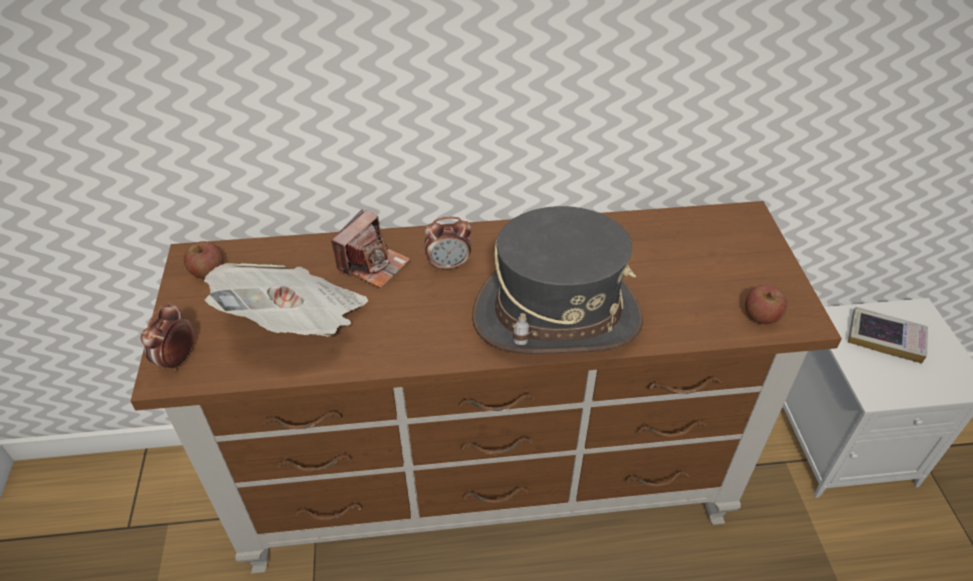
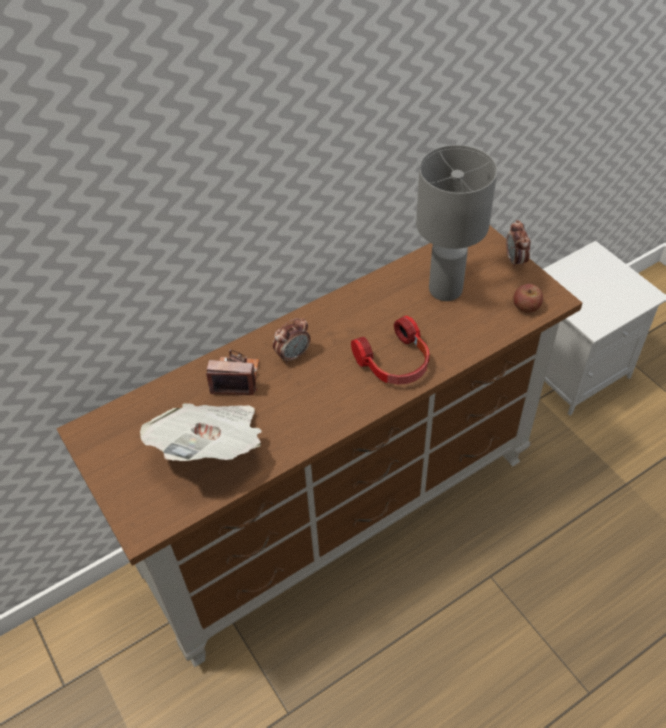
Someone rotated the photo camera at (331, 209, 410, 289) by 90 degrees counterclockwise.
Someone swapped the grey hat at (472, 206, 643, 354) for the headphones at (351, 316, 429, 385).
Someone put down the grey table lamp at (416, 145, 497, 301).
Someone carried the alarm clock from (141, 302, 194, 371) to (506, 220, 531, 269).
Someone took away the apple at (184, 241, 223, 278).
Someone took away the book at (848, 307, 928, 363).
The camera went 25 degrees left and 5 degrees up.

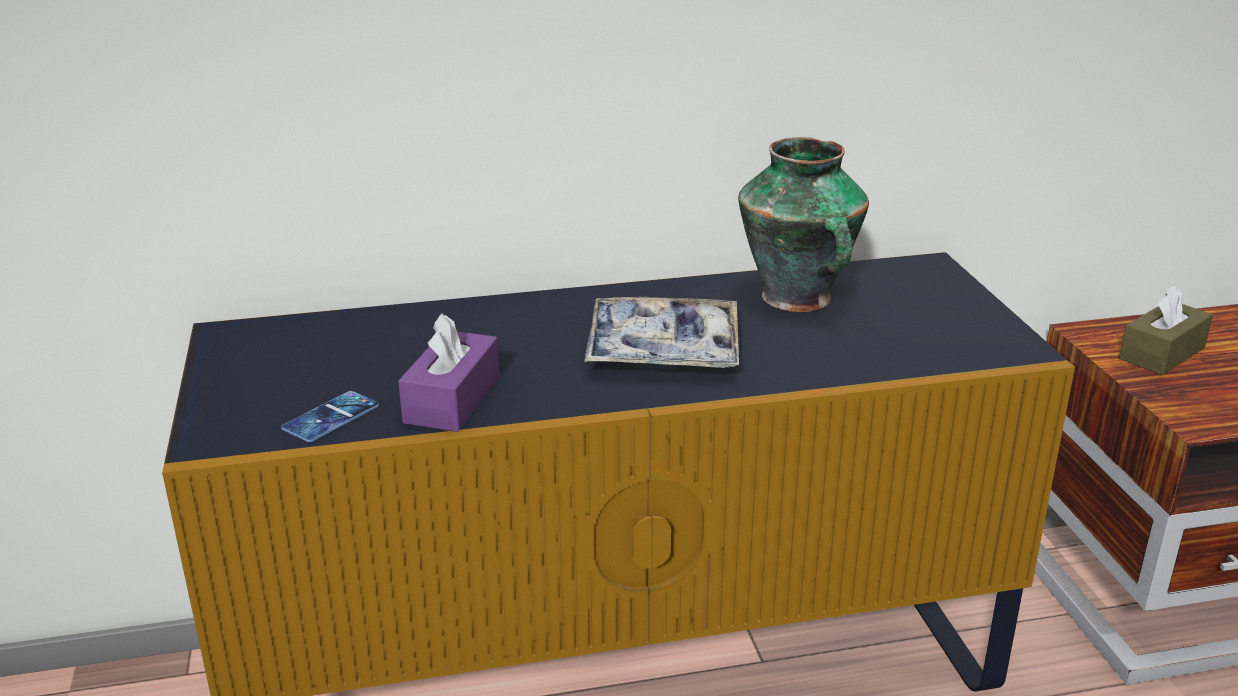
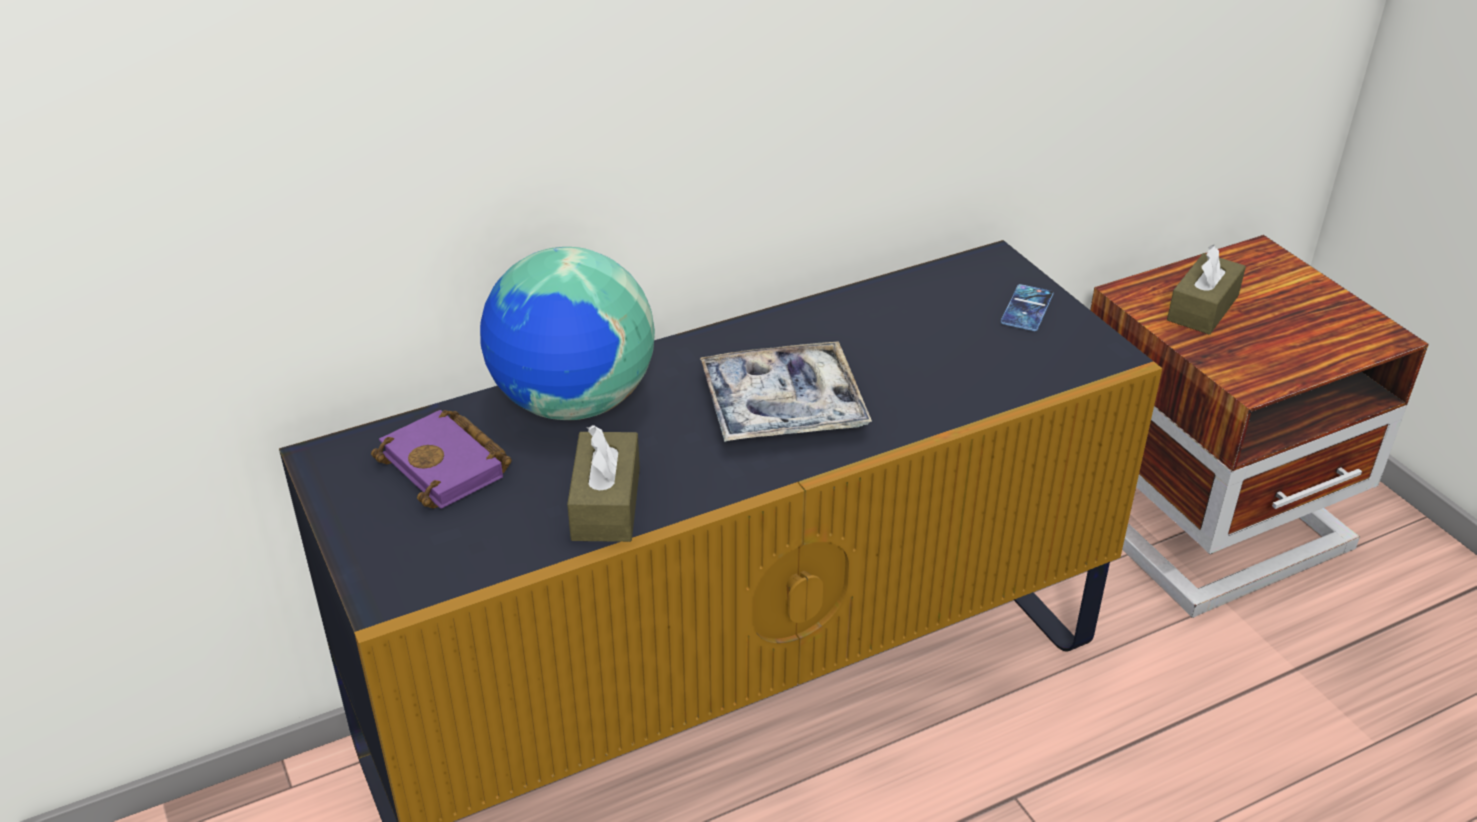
Someone put down the purple book at (371, 410, 512, 509).
Someone put down the globe at (480, 247, 655, 420).
Someone repainted the purple tissue box at (398, 313, 499, 432), which became the brown tissue box at (567, 425, 640, 542).
Someone carried the phone from (281, 391, 379, 442) to (1001, 284, 1054, 331).
Someone took away the vase at (738, 137, 869, 312).
The camera went 15 degrees left and 10 degrees up.

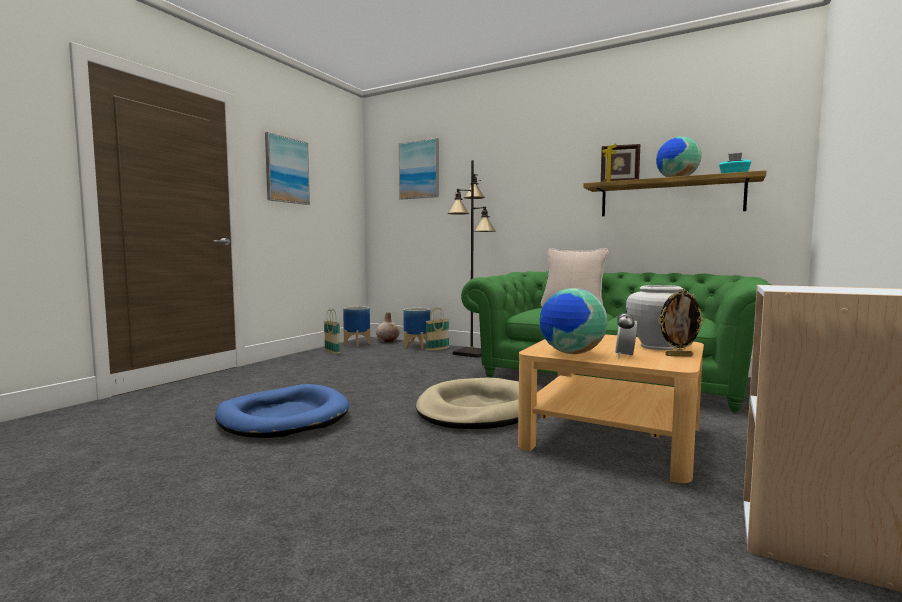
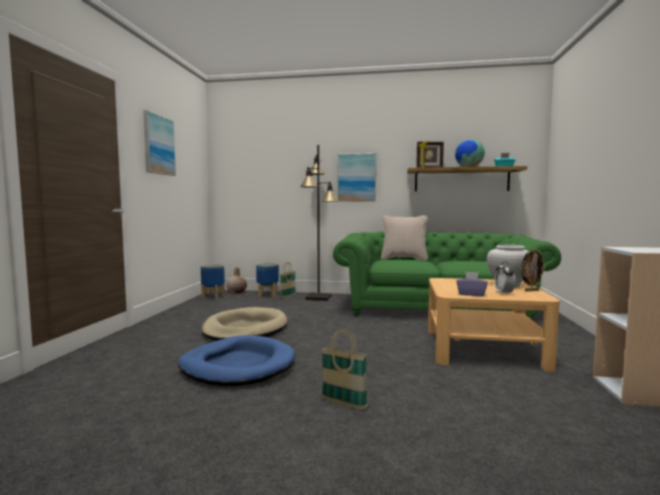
Someone carried the beige dog bed from (416, 378, 519, 429) to (202, 307, 287, 341).
Someone carried the basket from (324, 309, 341, 355) to (321, 329, 368, 410).
Someone carried the picture from (399, 138, 439, 200) to (337, 153, 376, 202).
Someone swapped the globe at (540, 288, 608, 354) for the purple tissue box at (457, 272, 488, 296).
The camera went 20 degrees left and 0 degrees up.

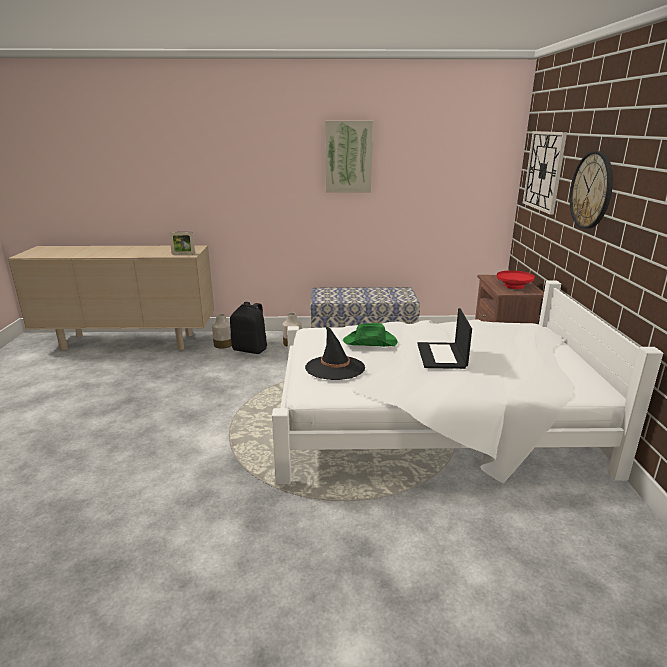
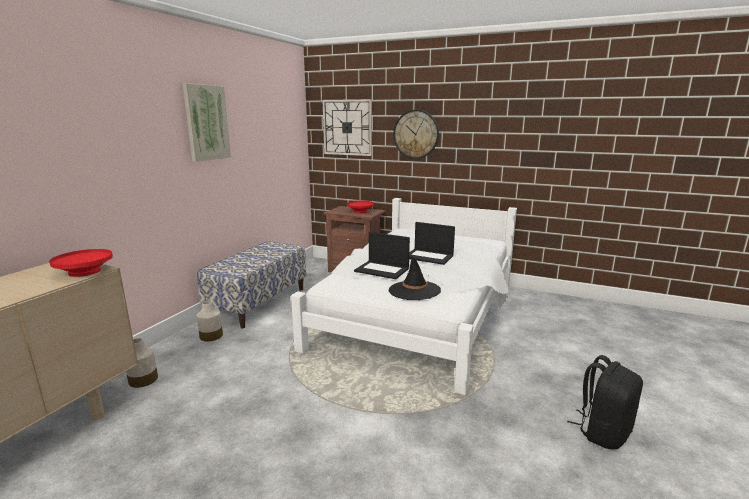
Someone swapped the picture frame at (169, 232, 195, 255) for the red bowl at (49, 249, 113, 277).
Someone swapped the green hat at (343, 323, 398, 347) for the laptop at (354, 232, 410, 279).
Someone carried the black backpack from (230, 302, 267, 354) to (567, 355, 643, 449).
The camera went 65 degrees left and 5 degrees down.

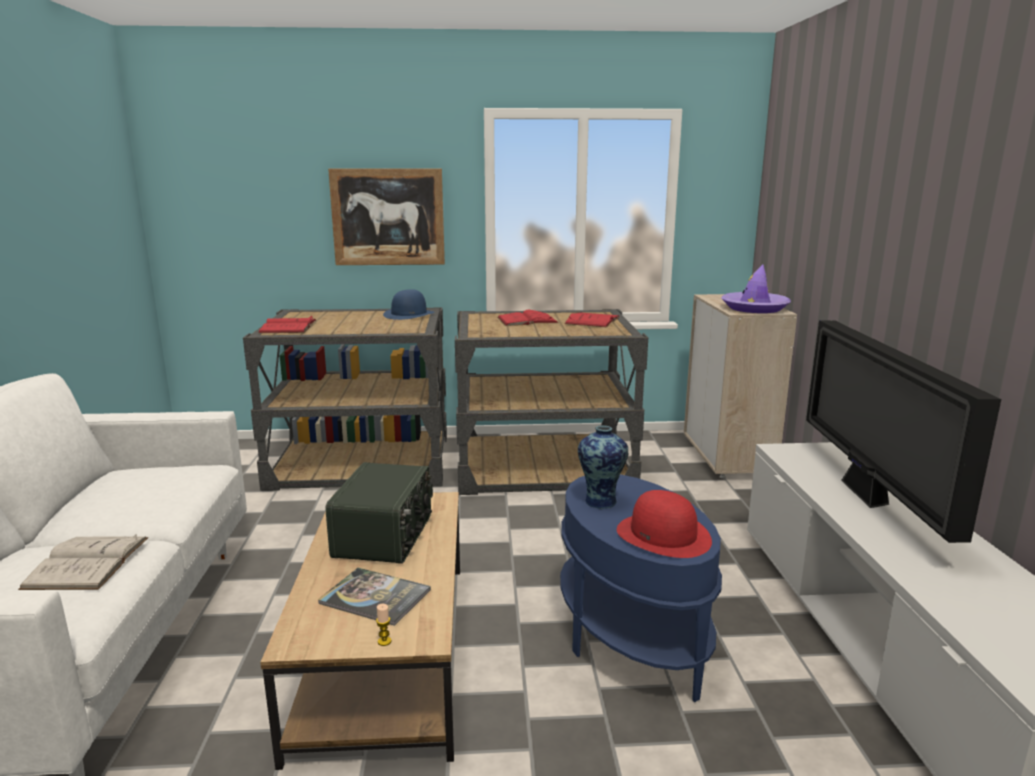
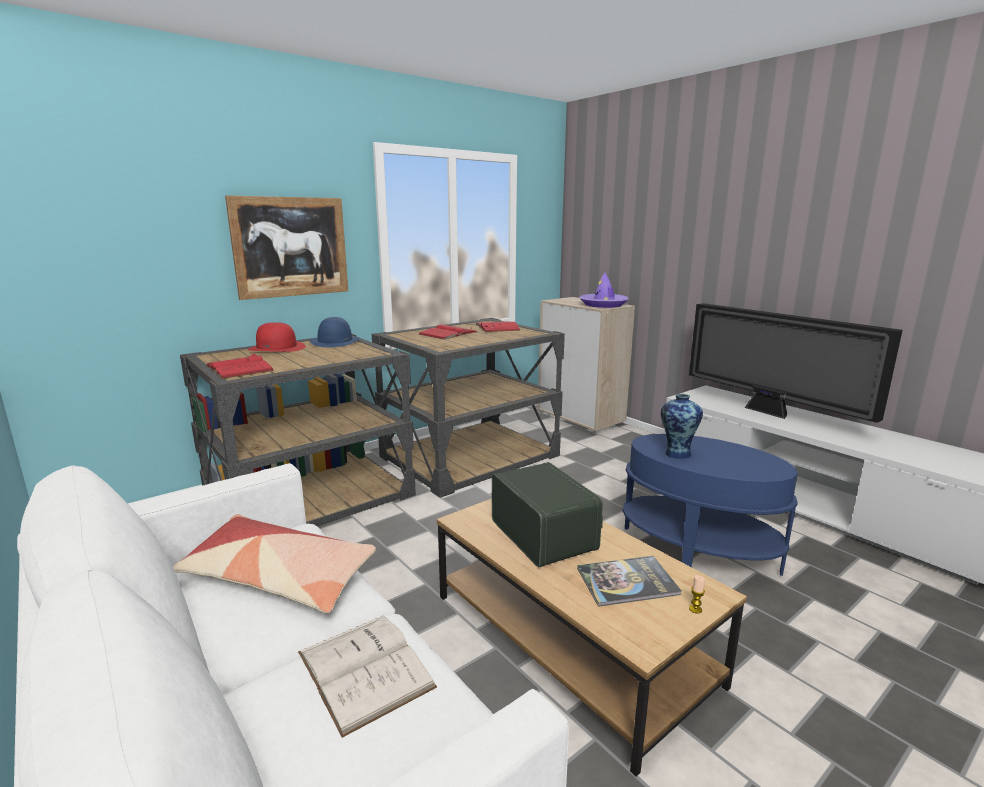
Someone put down the pillow at (173, 514, 376, 613).
Someone carried the red hat from (617, 490, 712, 558) to (248, 322, 306, 352).
The camera went 35 degrees left and 0 degrees up.

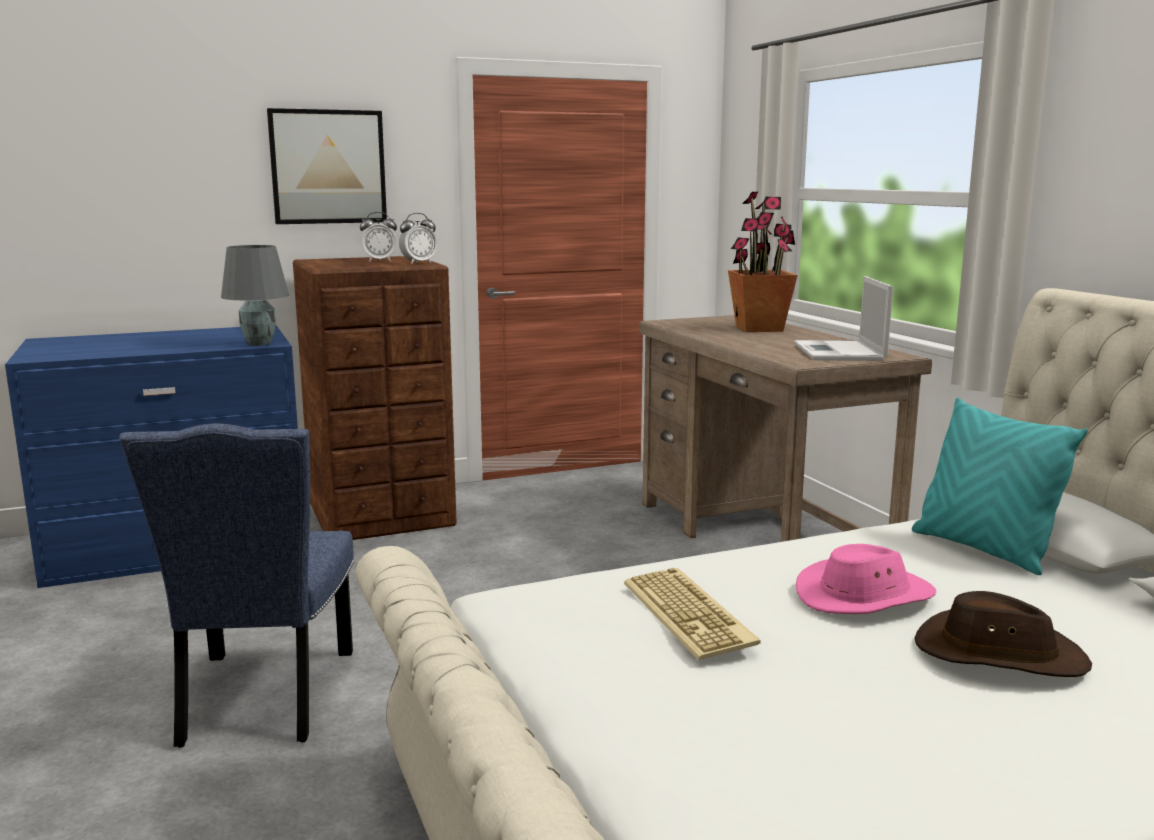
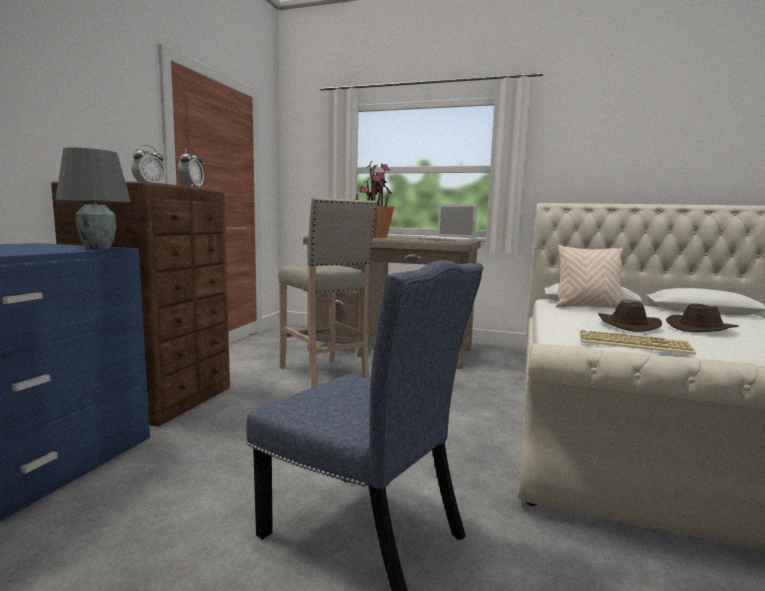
Someone put down the beige stool at (278, 197, 377, 388).
Someone repainted the turquoise pillow at (912, 398, 1088, 575), which became the beige pillow at (556, 245, 623, 309).
Someone repainted the pink hat at (796, 544, 936, 614), which became the brown hat at (599, 301, 662, 332).
Someone took away the picture at (267, 108, 387, 224).
The camera went 50 degrees left and 5 degrees down.

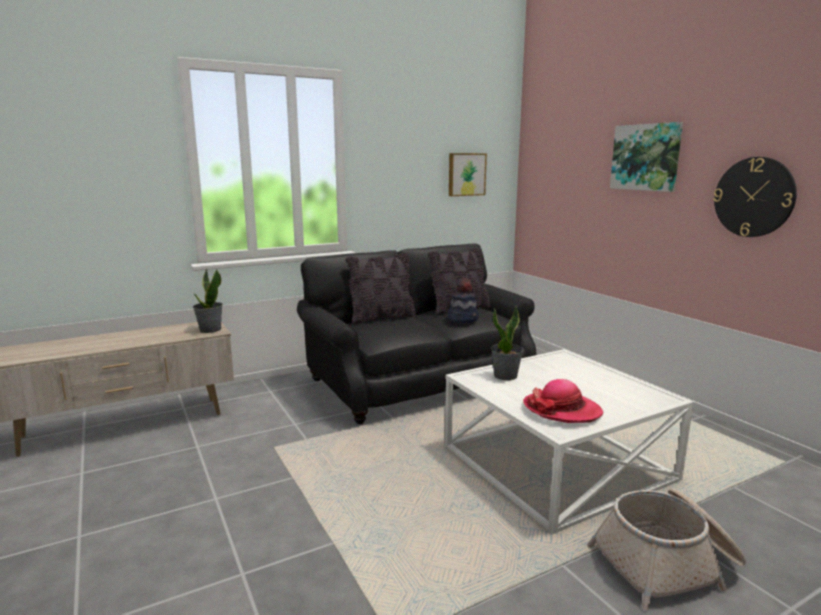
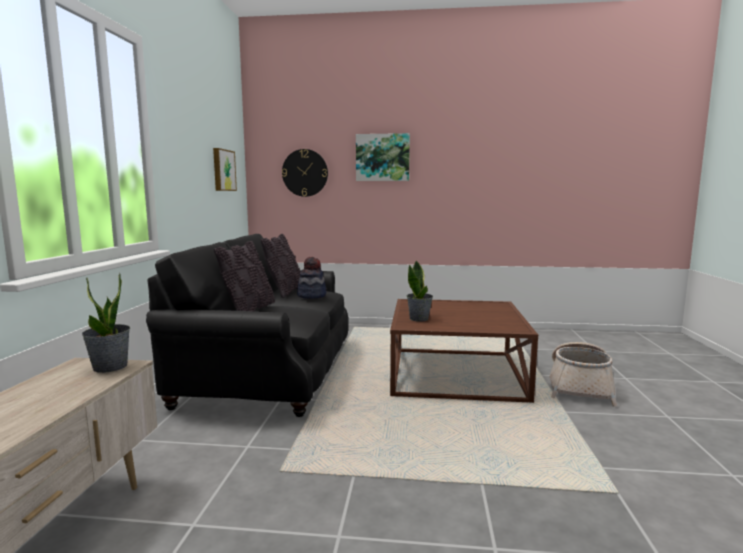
Someone carried the wall clock from (713, 157, 797, 237) to (282, 149, 328, 197).
Someone repainted the white coffee table at (445, 349, 694, 534), which became the brown coffee table at (390, 299, 538, 403).
Someone took away the hat at (523, 379, 603, 423).
The camera went 55 degrees left and 5 degrees down.

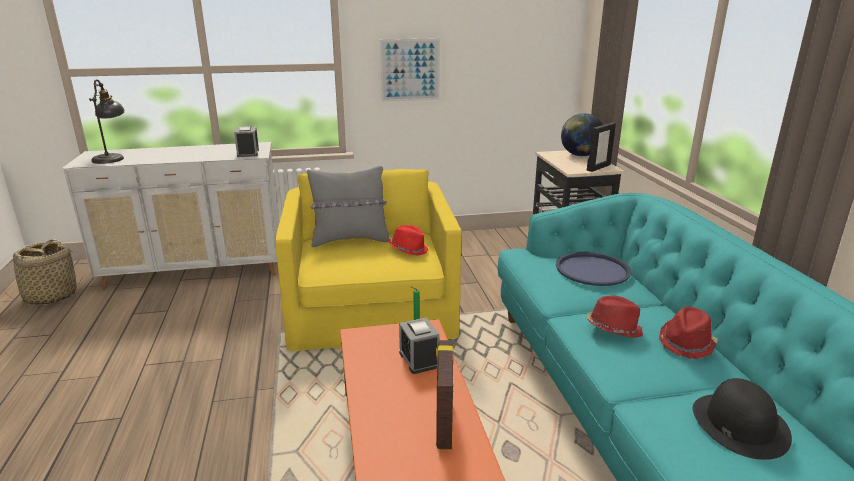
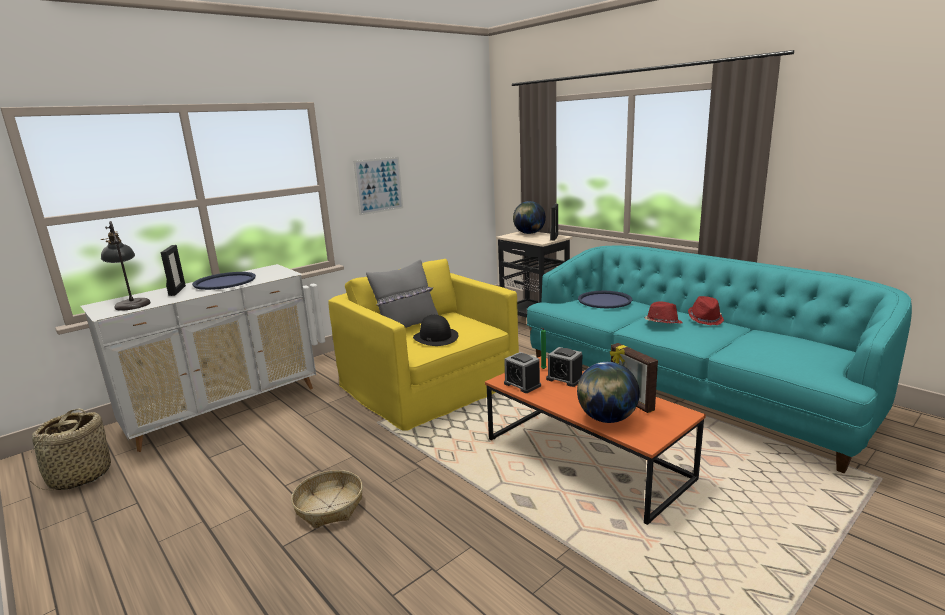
Someone put down the picture frame at (160, 245, 186, 296).
Someone put down the blue tray at (192, 272, 256, 290).
Someone put down the basket at (291, 470, 363, 528).
Someone carried the black hat from (693, 378, 792, 460) to (413, 315, 458, 346).
Someone carried the alarm clock from (234, 126, 259, 157) to (504, 352, 541, 393).
Someone put down the globe at (577, 362, 640, 423).
Someone took away the red hat at (388, 225, 428, 256).
The camera went 30 degrees left and 5 degrees down.

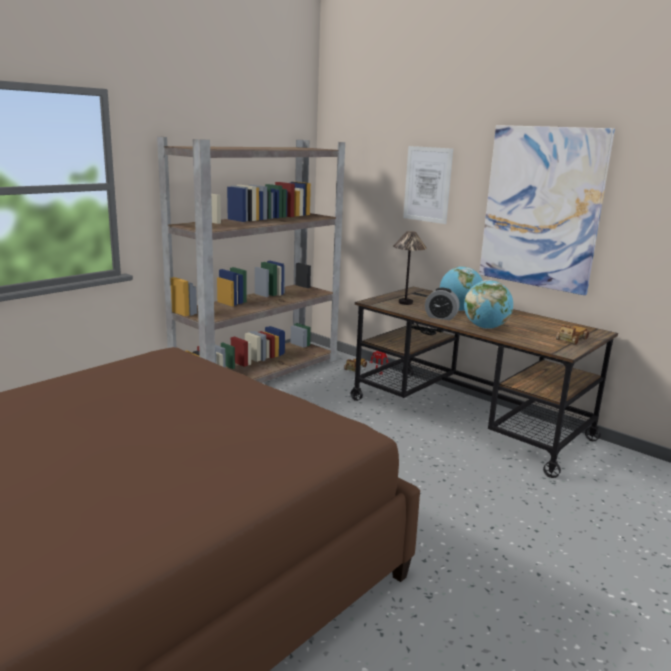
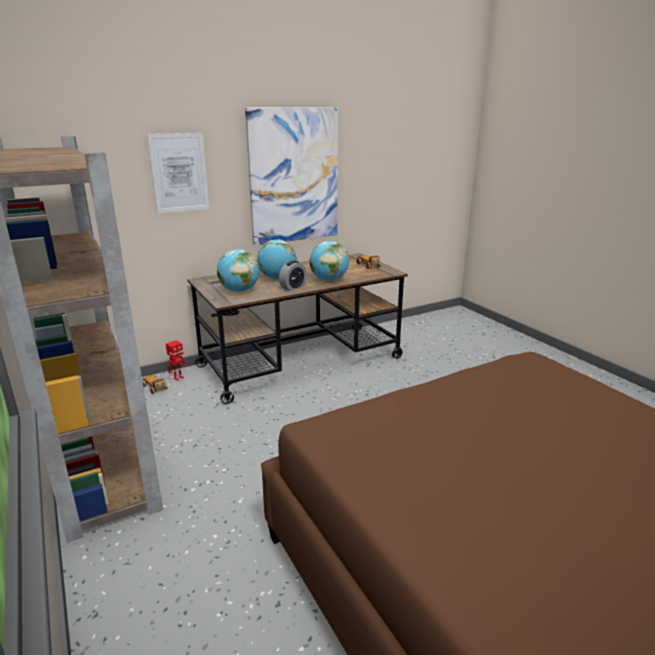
Someone swapped the table lamp at (393, 231, 427, 305) for the globe at (217, 249, 259, 292).
The camera went 70 degrees left and 5 degrees up.

